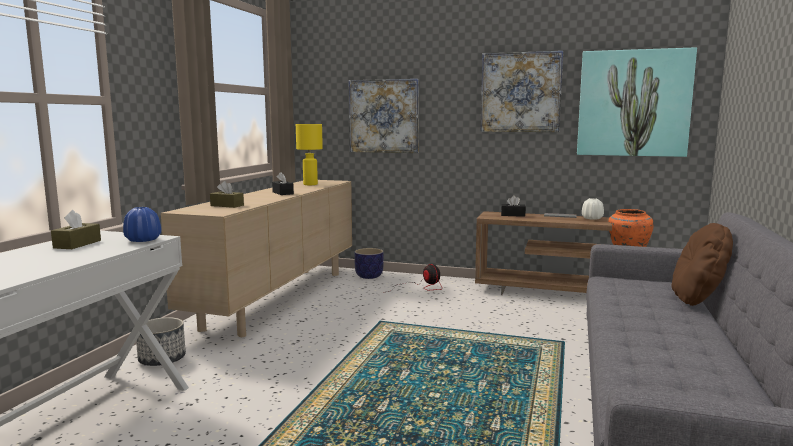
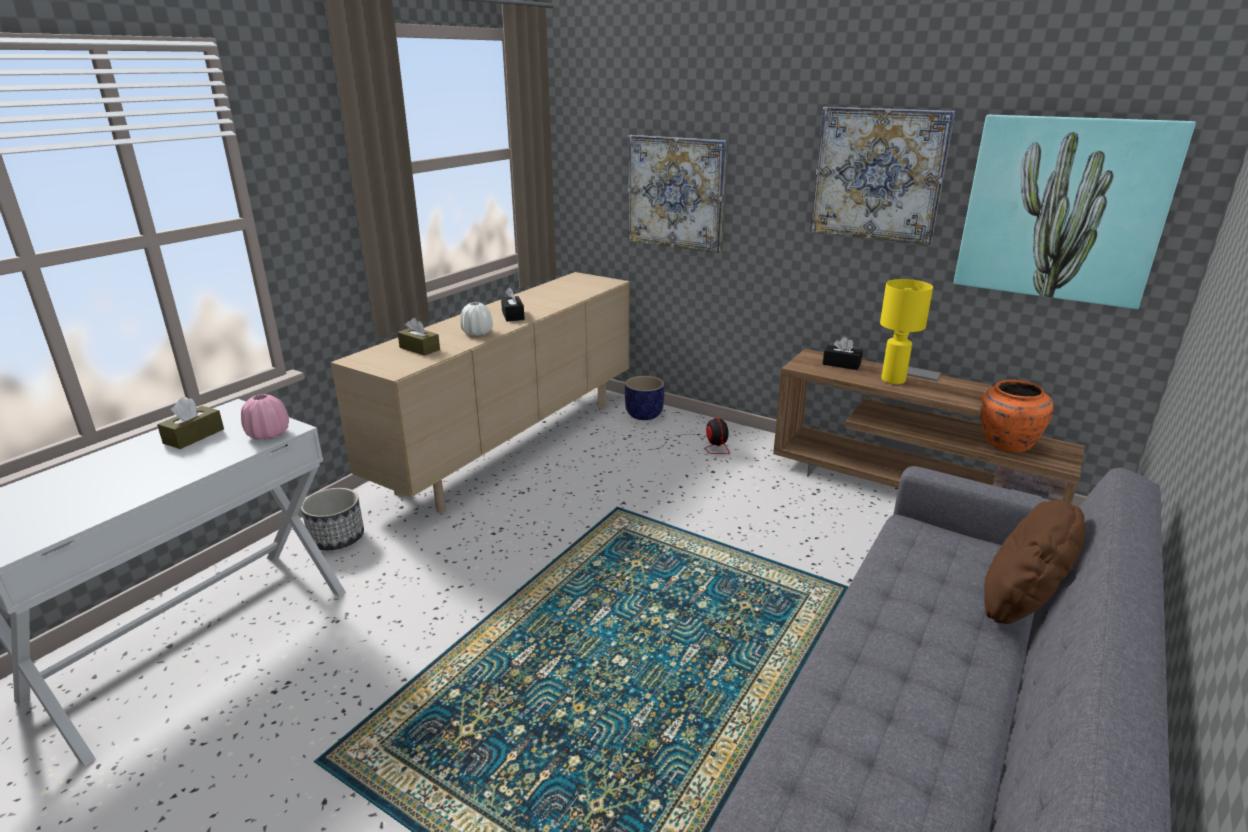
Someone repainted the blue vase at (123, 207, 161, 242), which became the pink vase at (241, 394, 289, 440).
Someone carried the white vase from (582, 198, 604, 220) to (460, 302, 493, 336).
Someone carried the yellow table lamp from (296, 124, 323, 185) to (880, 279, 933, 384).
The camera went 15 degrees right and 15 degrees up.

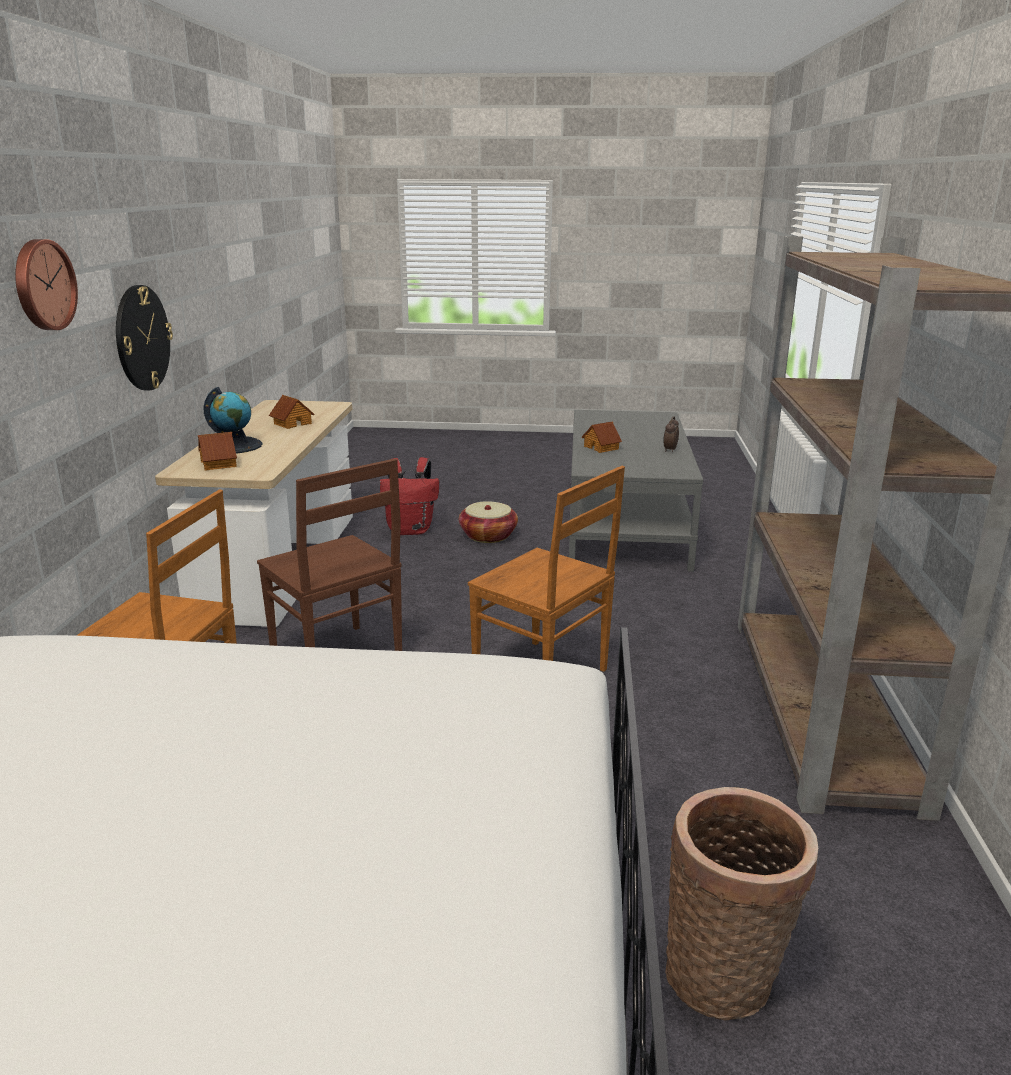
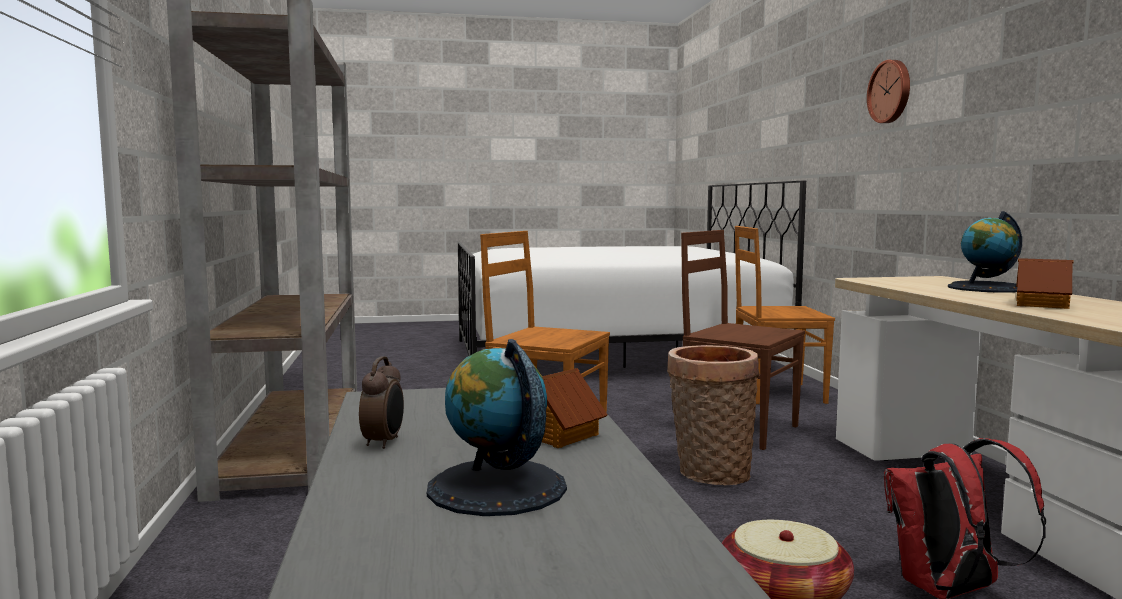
Someone put down the globe at (427, 339, 567, 516).
Someone carried the basket from (665, 787, 818, 1020) to (667, 345, 760, 485).
Someone took away the wall clock at (116, 285, 173, 390).
Someone took away the toy house at (198, 432, 237, 470).
The camera went 165 degrees right and 15 degrees down.

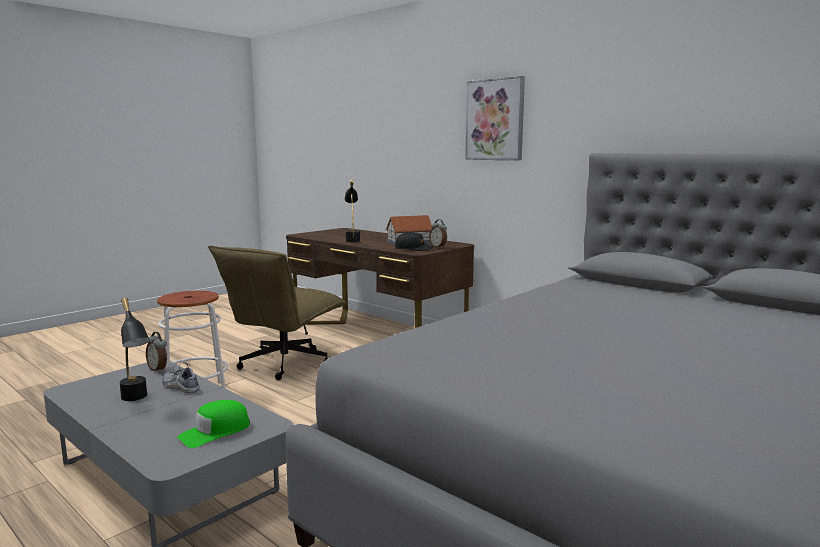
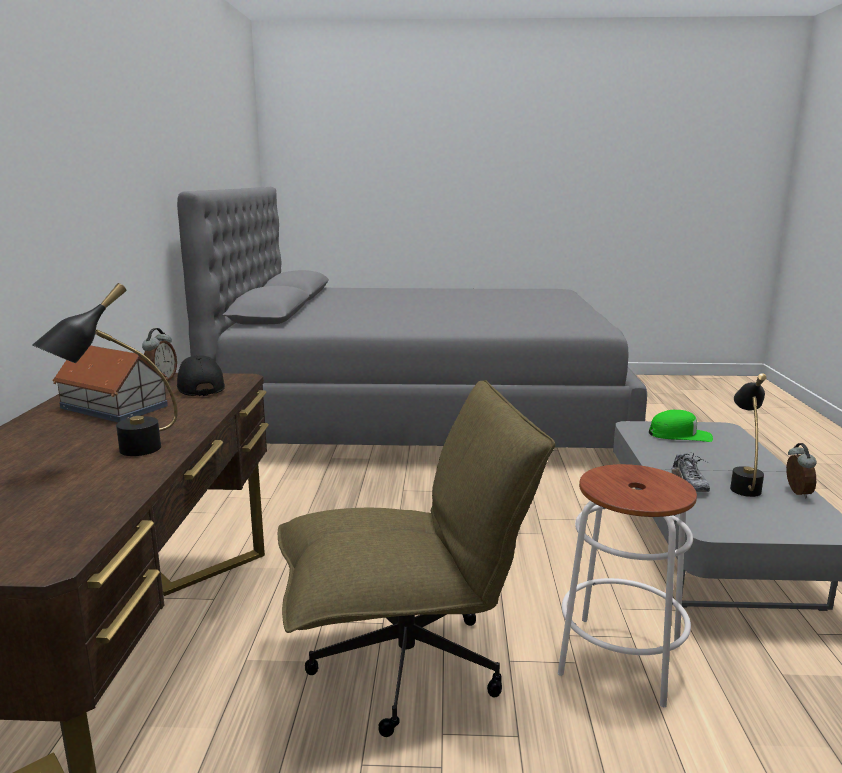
Someone carried the alarm clock from (146, 332, 167, 373) to (786, 443, 817, 499).
Someone took away the picture at (465, 76, 525, 160).
The camera went 130 degrees left and 5 degrees up.

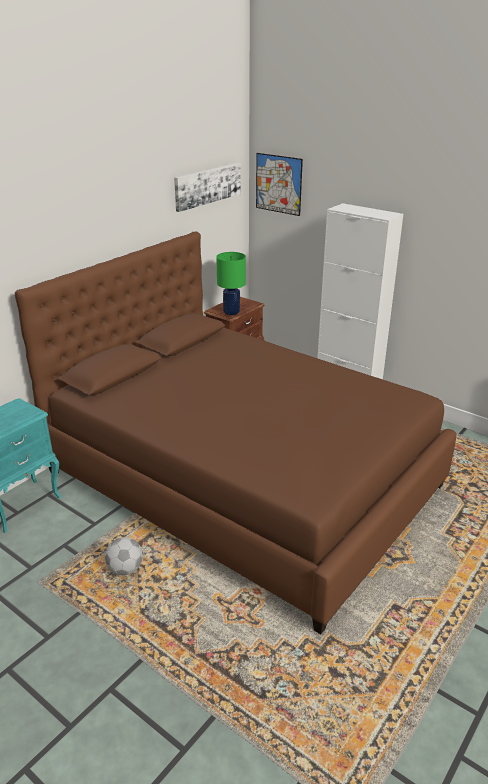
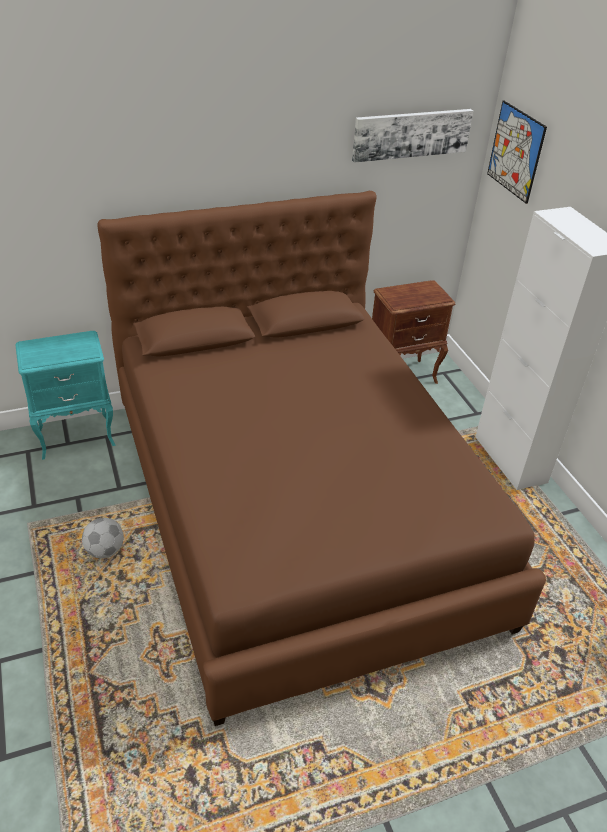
Someone took away the green table lamp at (216, 252, 246, 315).
The camera went 30 degrees right and 10 degrees up.

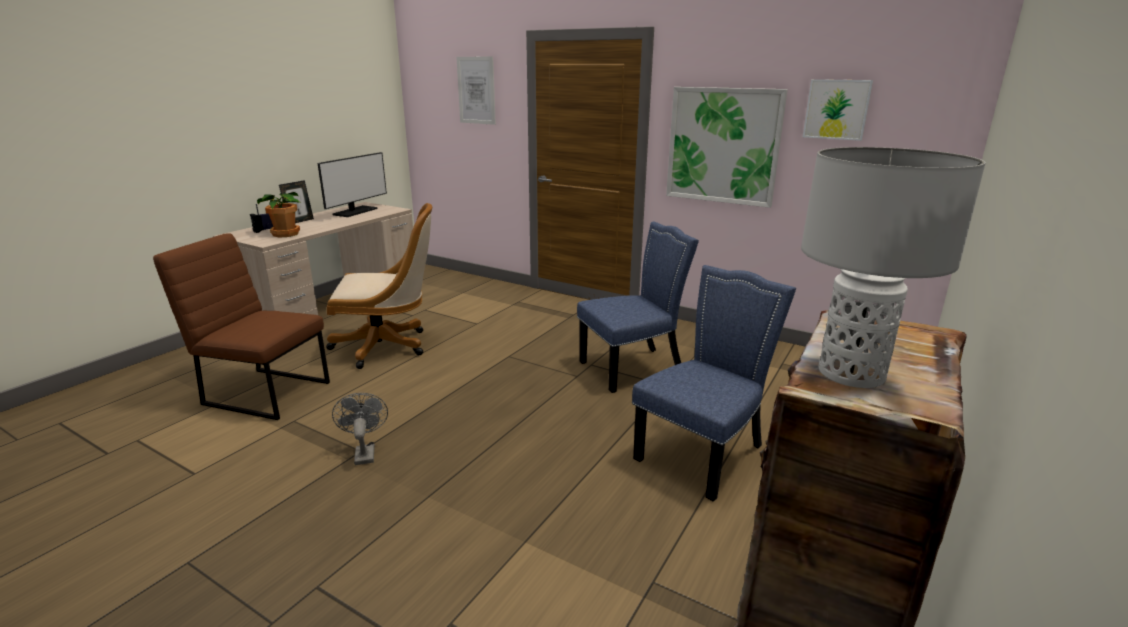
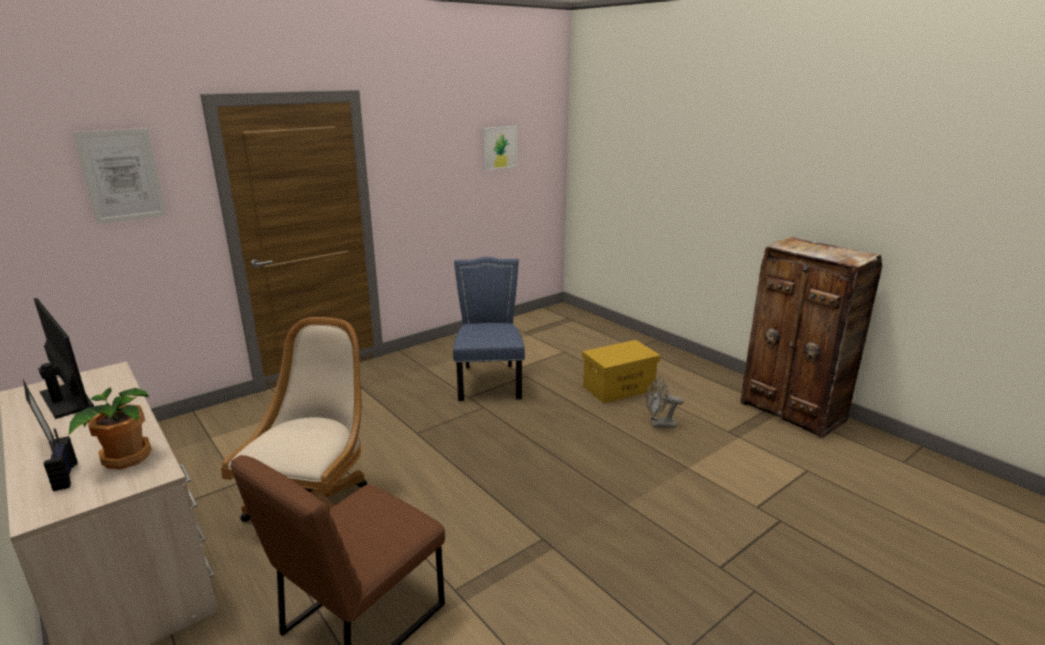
Someone swapped the blue chair at (632, 265, 796, 502) for the yellow storage box at (582, 340, 660, 404).
Someone carried the grey fan from (332, 393, 388, 465) to (646, 377, 684, 428).
Someone took away the picture at (666, 87, 788, 208).
Someone took away the white table lamp at (801, 147, 986, 388).
The camera went 70 degrees left and 0 degrees up.

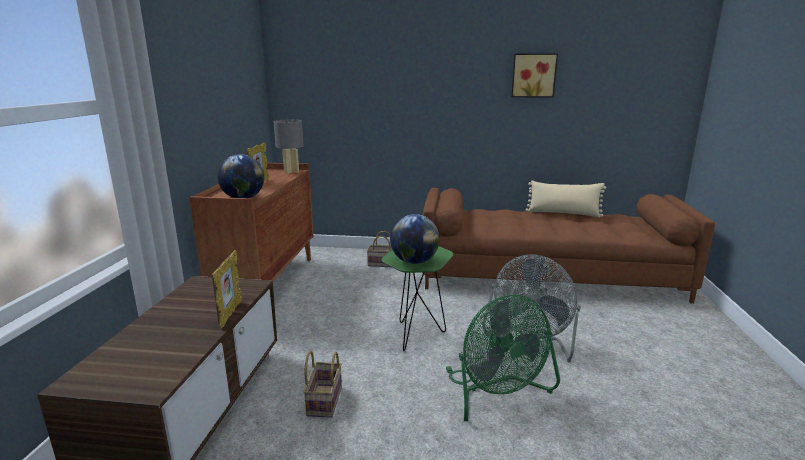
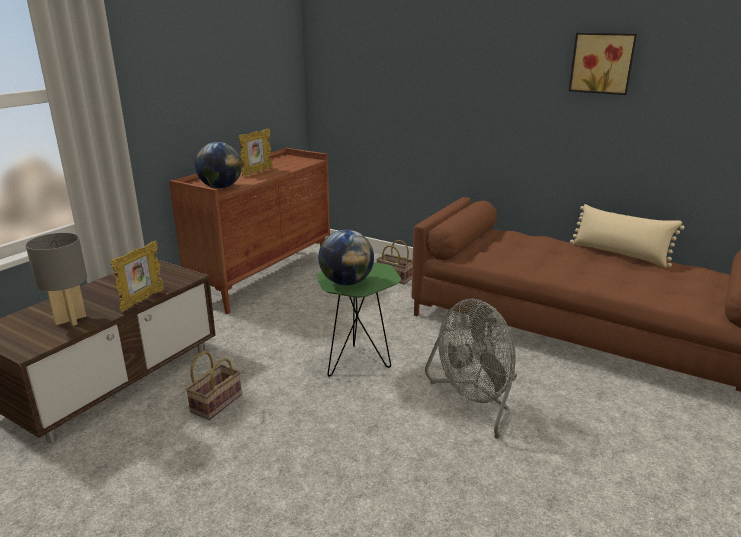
Someone carried the grey table lamp from (273, 120, 304, 174) to (26, 233, 87, 326).
Someone took away the green fan at (446, 295, 560, 421).
The camera went 25 degrees right and 5 degrees up.

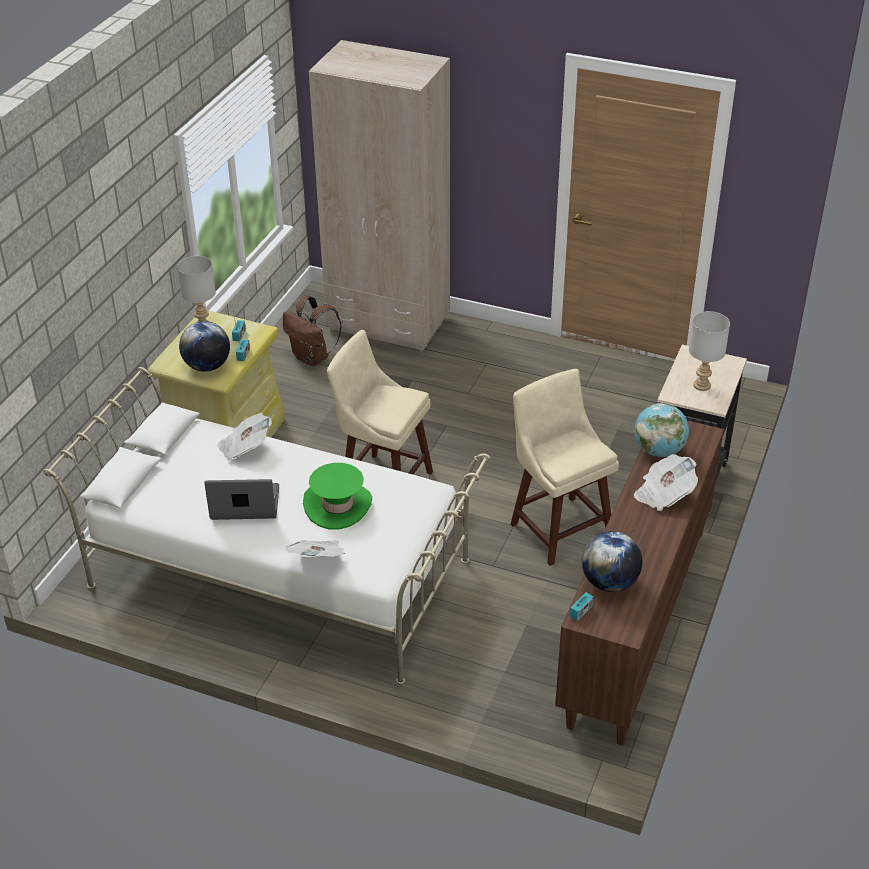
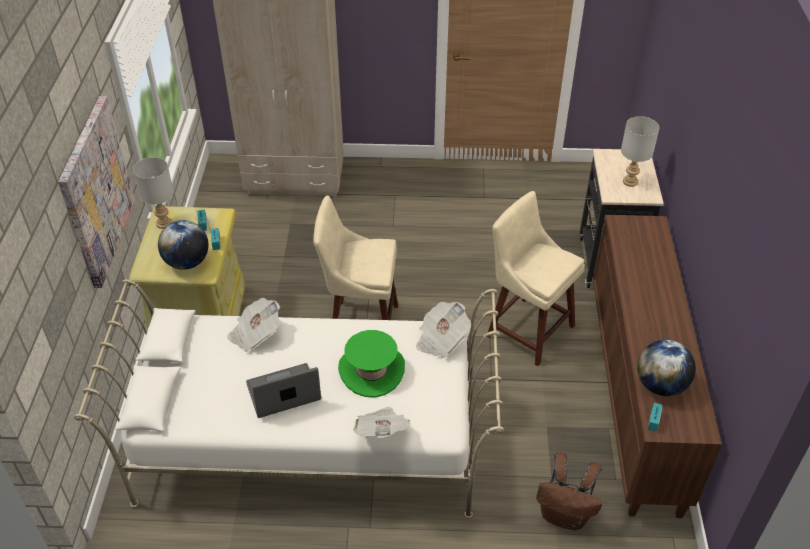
Someone put up the picture at (58, 96, 135, 288).
Someone carried the newspaper from (634, 454, 698, 511) to (416, 302, 471, 358).
Someone carried the brown backpack from (283, 295, 342, 366) to (536, 452, 603, 530).
Someone took away the globe at (635, 403, 689, 457).
The camera went 20 degrees left and 5 degrees up.

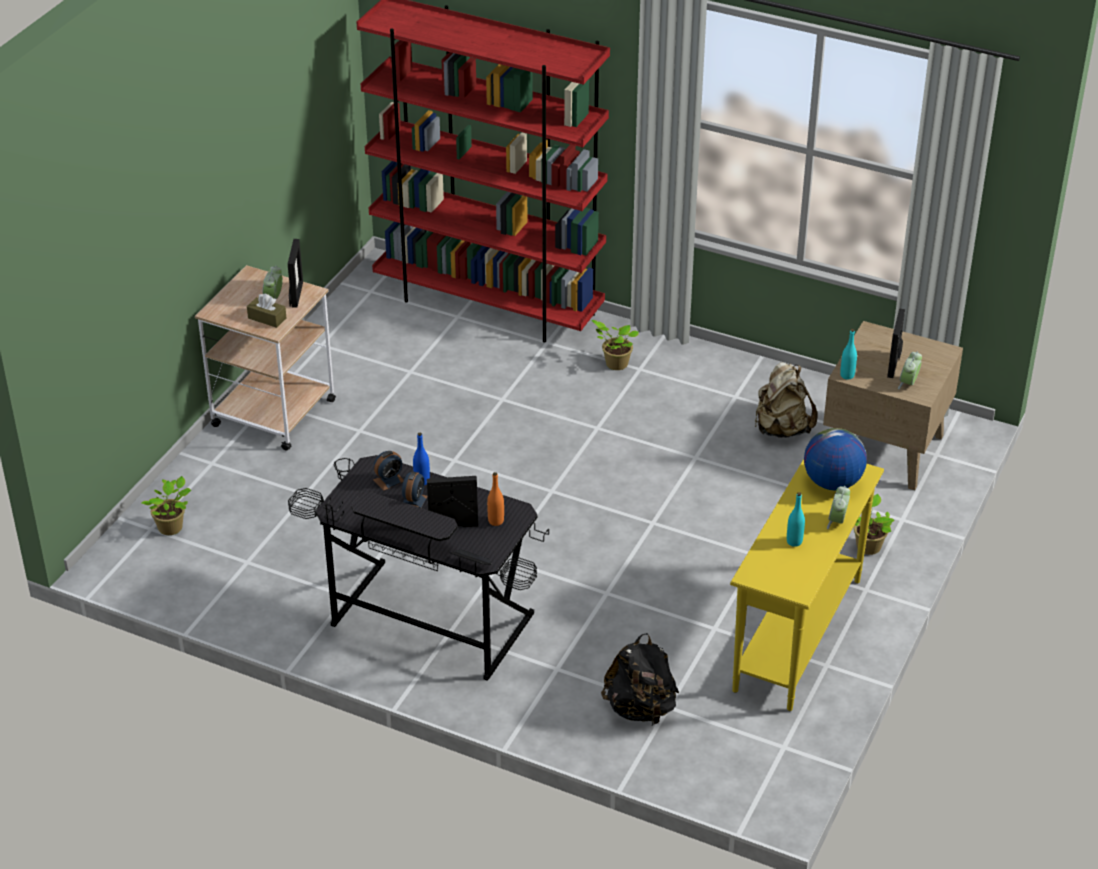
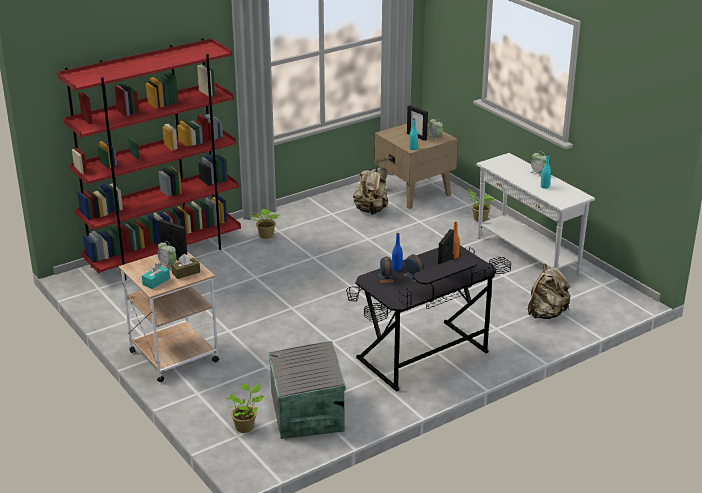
Someone put down the turquoise tissue box at (142, 263, 170, 289).
Someone put down the grey storage box at (269, 341, 346, 439).
Someone repainted the yellow console table at (730, 459, 884, 711), which became the white console table at (476, 153, 595, 276).
Someone repainted the black backpack at (601, 633, 679, 725), which became the beige backpack at (528, 264, 570, 319).
Someone took away the globe at (804, 428, 867, 490).
The camera went 60 degrees left and 10 degrees down.

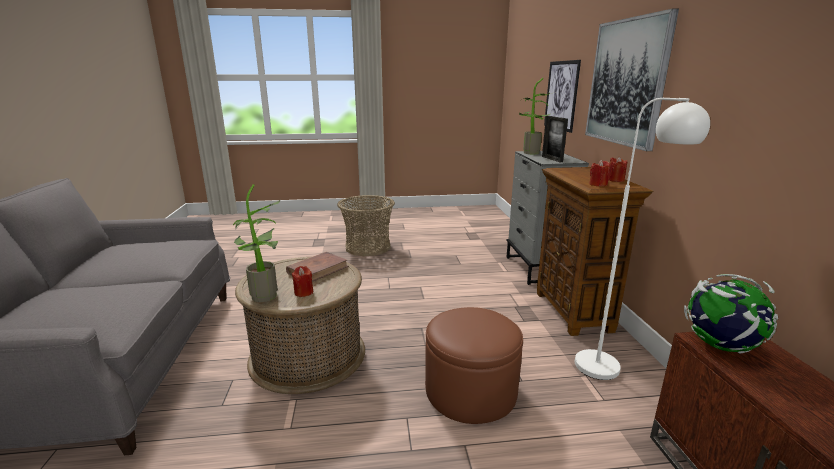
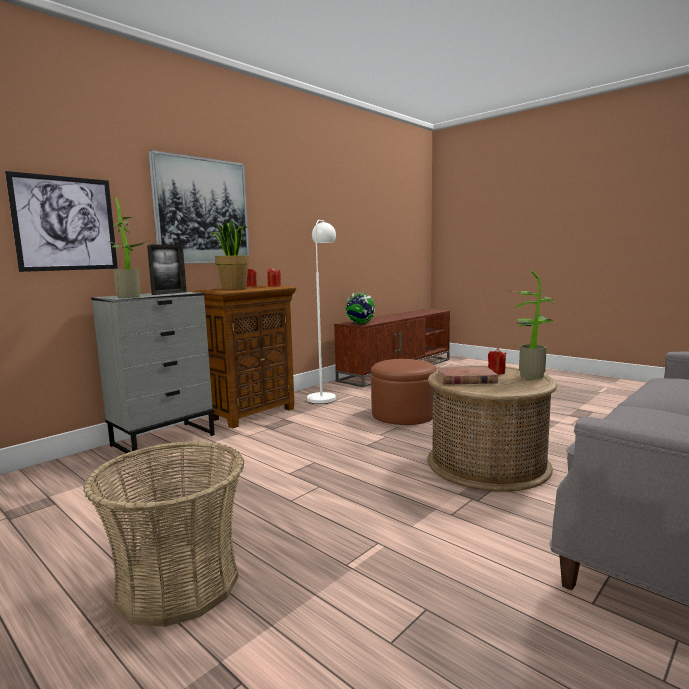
Someone put down the potted plant at (211, 220, 250, 290).
The camera went 130 degrees left and 10 degrees down.

